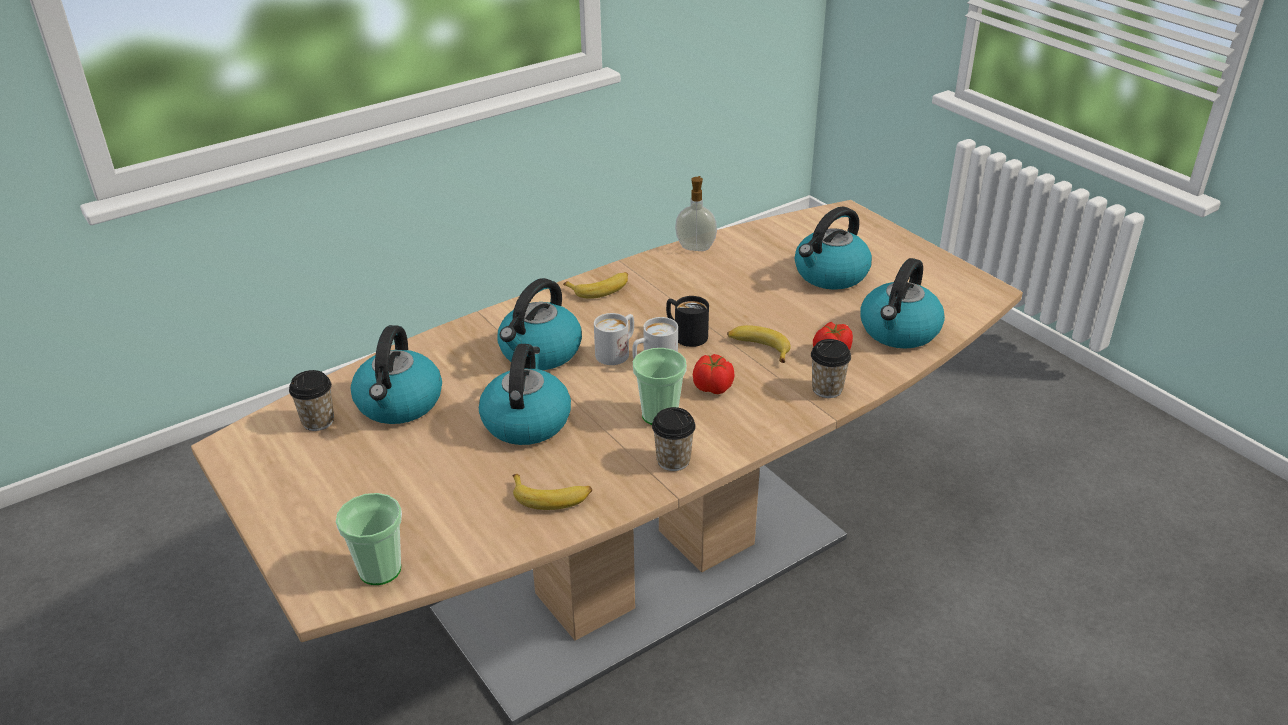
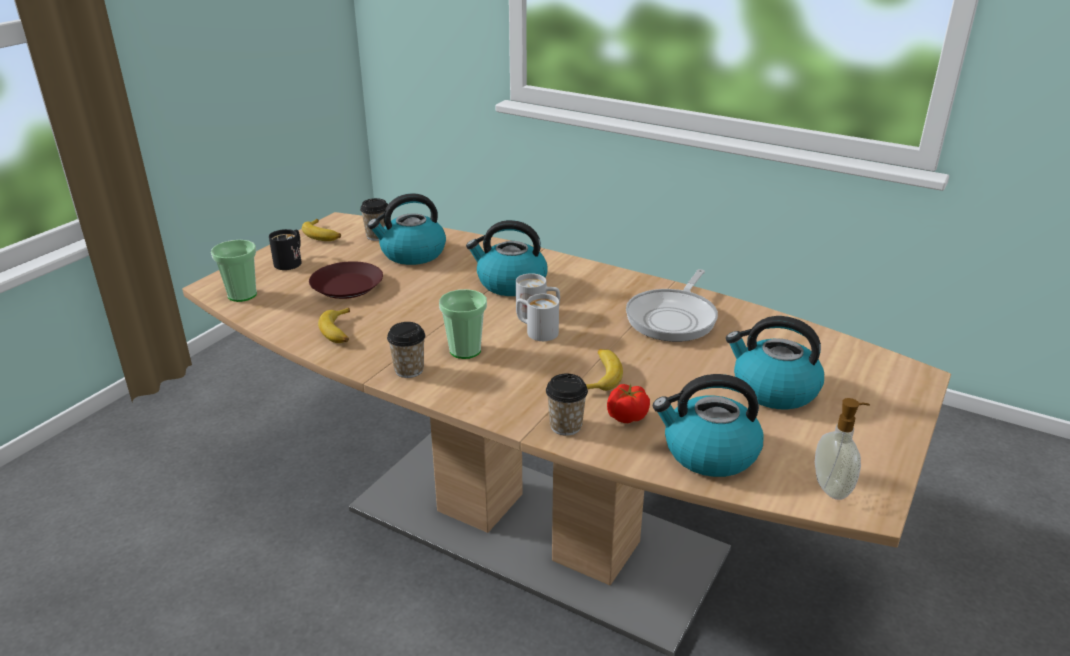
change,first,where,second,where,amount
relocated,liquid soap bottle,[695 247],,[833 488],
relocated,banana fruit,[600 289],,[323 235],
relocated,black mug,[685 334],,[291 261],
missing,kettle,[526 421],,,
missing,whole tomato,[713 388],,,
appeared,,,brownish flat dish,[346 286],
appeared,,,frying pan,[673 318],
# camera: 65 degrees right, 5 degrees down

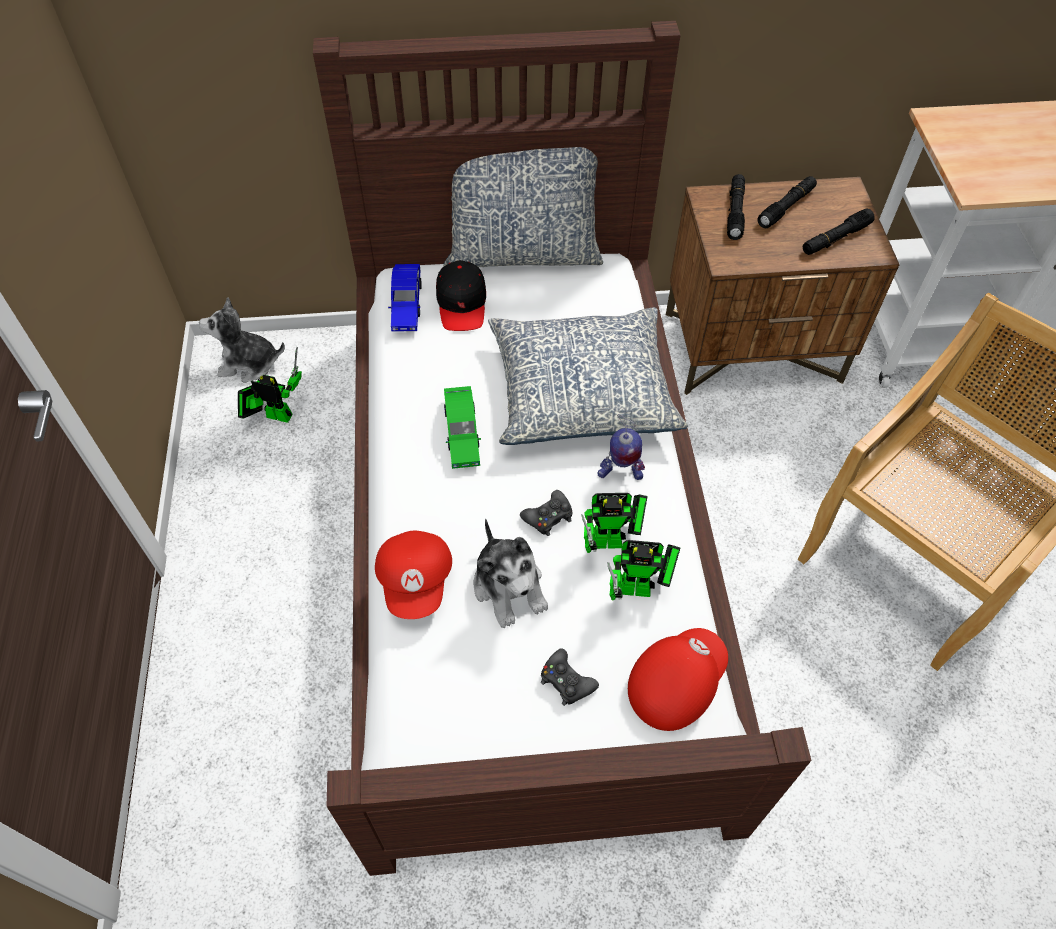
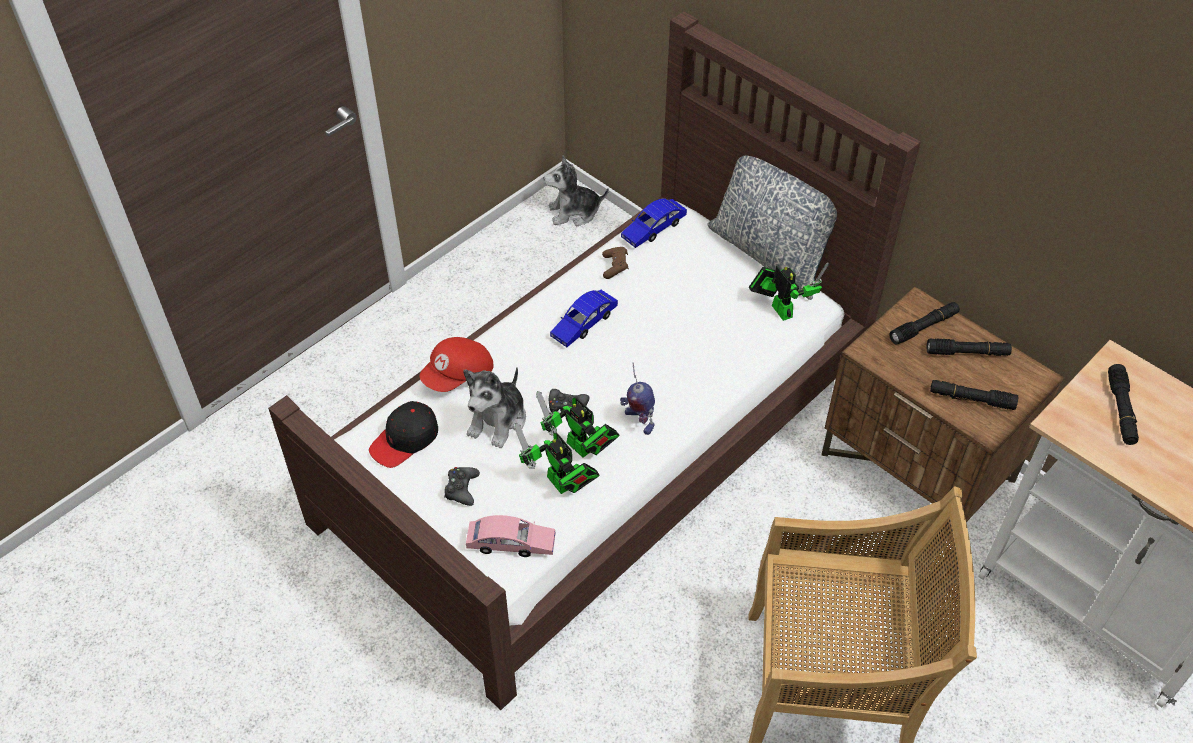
change,first,where,second,where,amount
relocated,black peaked cap,[462 303],,[405 440],
spun,soft toy,[248 364],,[574 212],60 degrees counterclockwise
missing,cushion,[582 391],,,
relocated,robot figure,[275 415],,[779 308],
colour,green-coloured toy car,[462 433],bluish toy car,[584 324],
exchanged,reddish peaked cap,[674 683],pink toy car,[511 543],
appeared,,,brownish game controller,[615 267],
appeared,,,black torch,[1120 410],
# camera: 50 degrees right, 5 degrees down

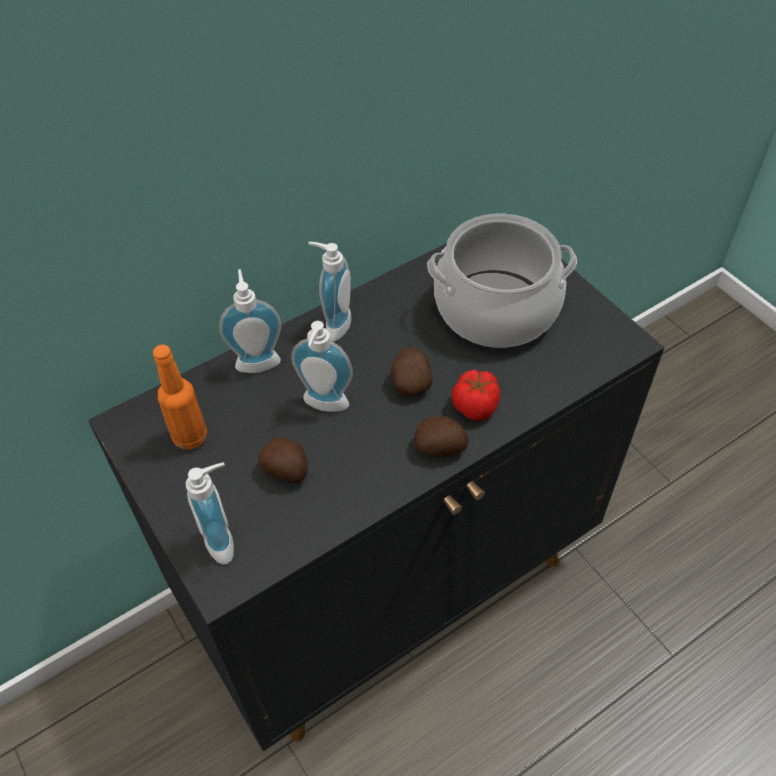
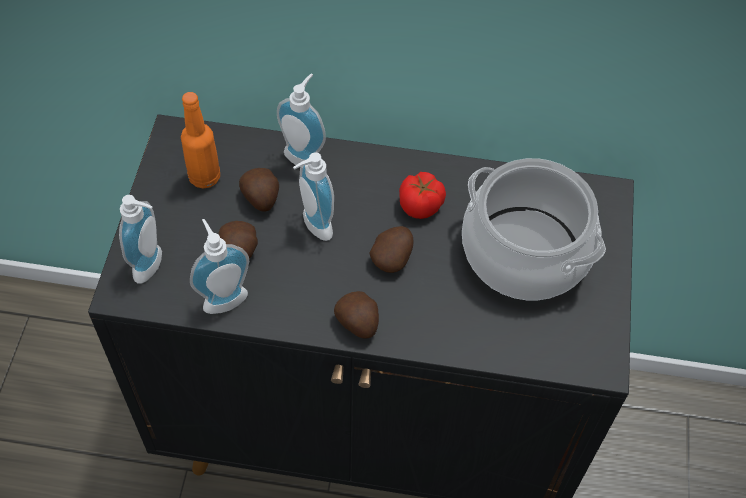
change,first,where,second,where,amount
relocated,liquid soap bottle,[333 325],,[223 297],
relocated,whole tomato,[476 406],,[421 206],
appeared,,,potato,[261 199],
# camera: 40 degrees right, 5 degrees up

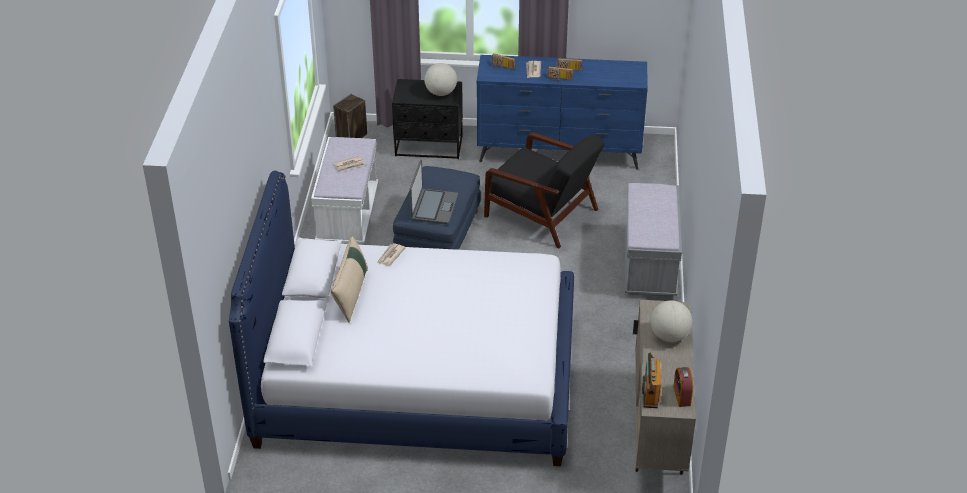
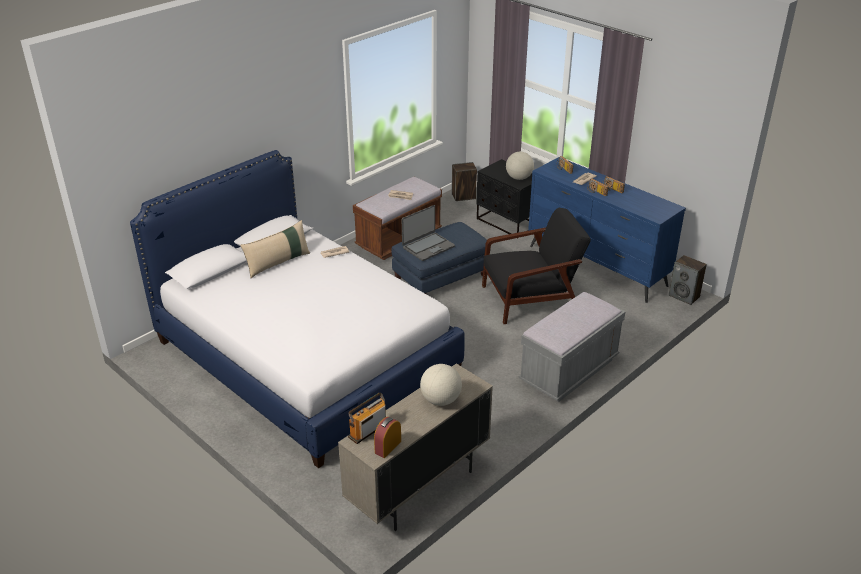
change,first,where,second,where,amount
spun,black armchair,[543 214],,[531 298],90 degrees counterclockwise
colour,white bench,[347 215],brownish bench,[398 239],
appeared,,,loudspeaker,[684 296],
# camera: 40 degrees right, 5 degrees down

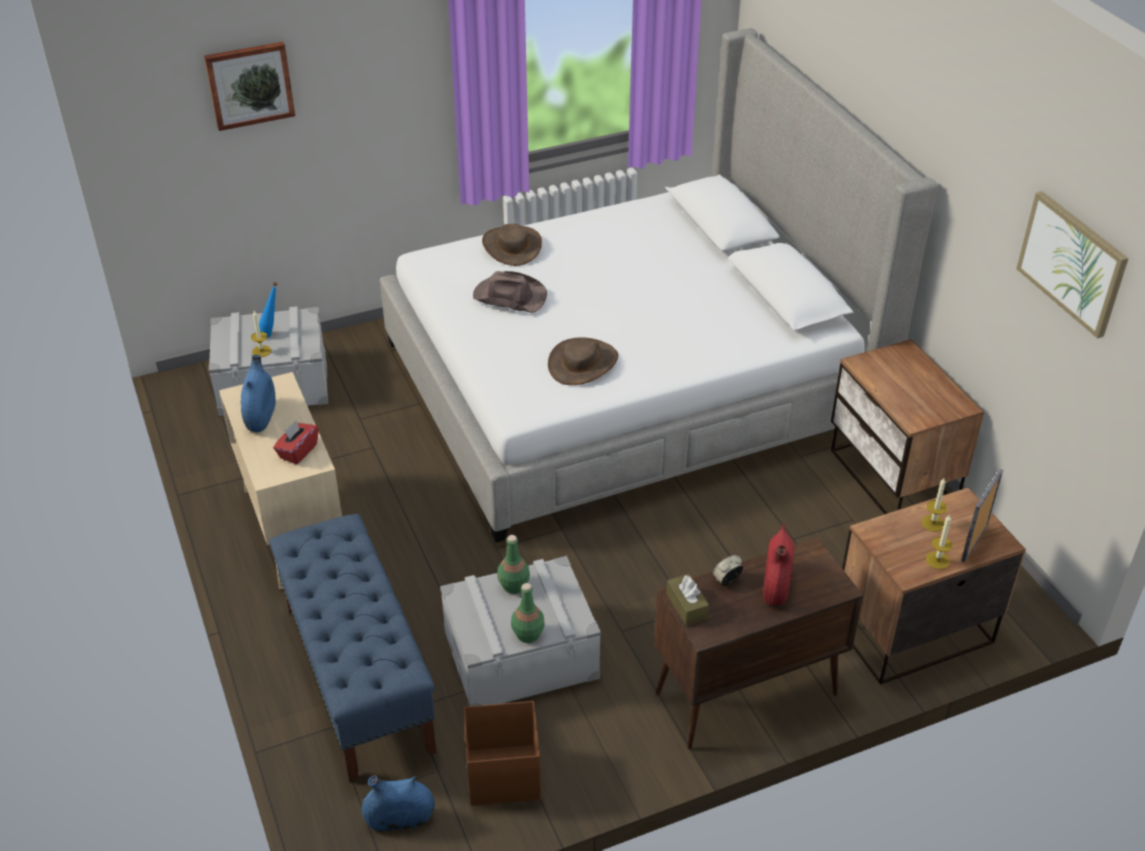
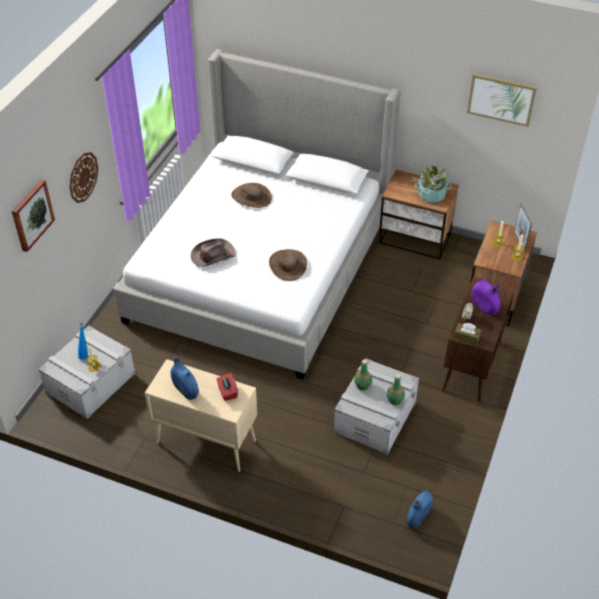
change,first,where,second,where,amount
relocated,brownish clothing hat,[512 246],,[251 197],
missing,bluish bench,[357 676],,,
colour,reddish decorative vase,[776 585],purplish decorative vase,[484 306],
missing,brownish storage box,[502 775],,,
appeared,,,wall clock,[83 177],
appeared,,,plant in a pot,[431 195],
# camera: 45 degrees left, 5 degrees up

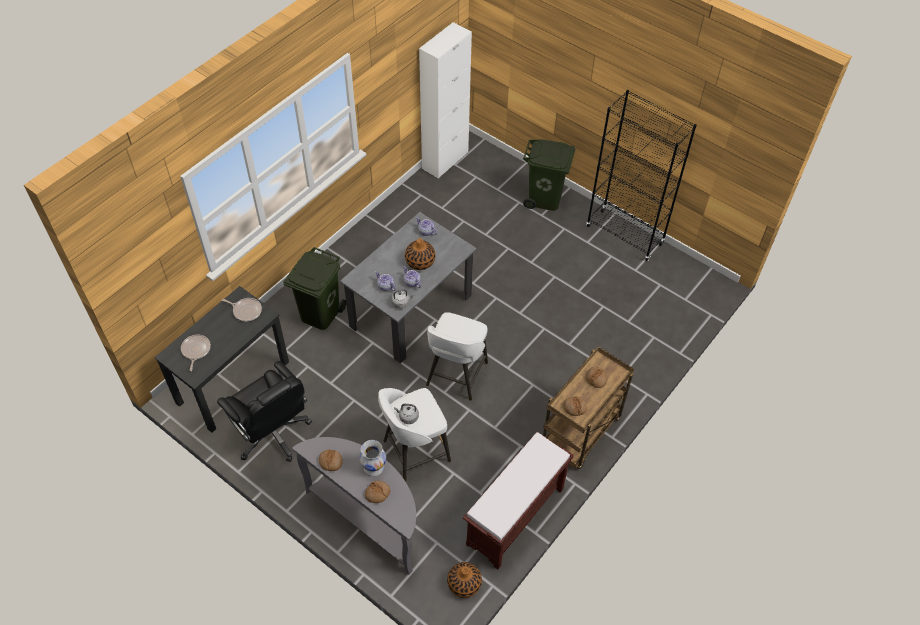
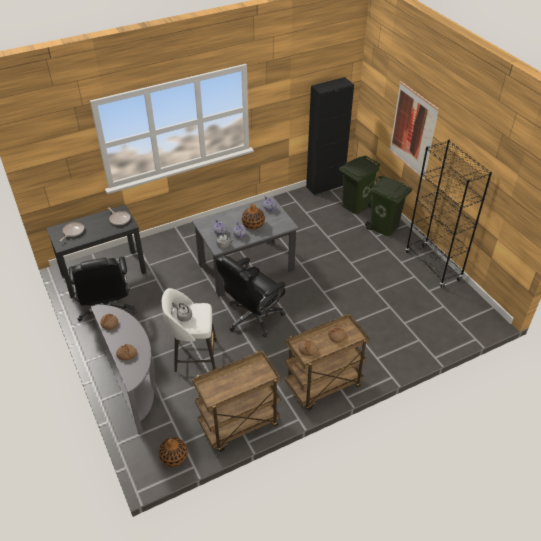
change,first,where,second,where,amount
colour,white storage cabinet,[445 160],black storage cabinet,[325 186],
relocated,green-coloured waste bin,[319 313],,[355 205],
exchanged,white stool,[456 375],black computer chair,[253 317],
exchanged,brownish bench,[515 518],brownish wheeled cart,[239 426],
missing,white decorative vase,[373 467],,,
appeared,,,wall art,[413 130],
# camera: 25 degrees right, 10 degrees down

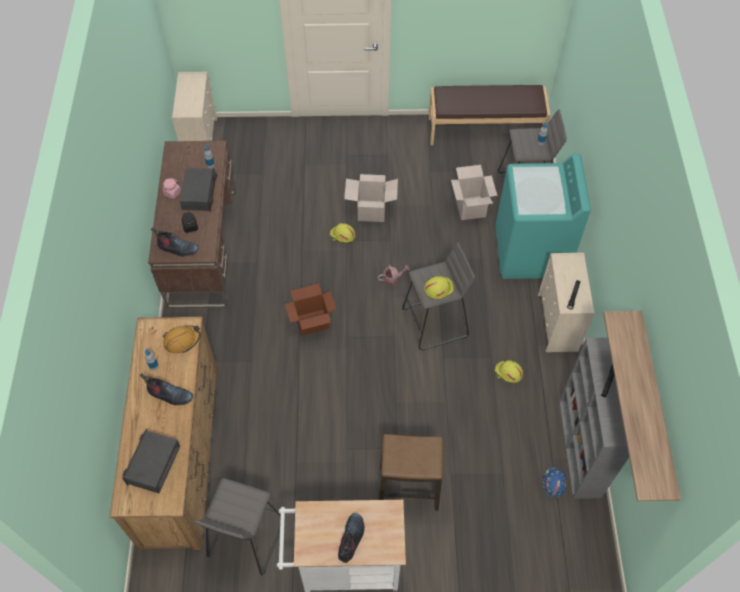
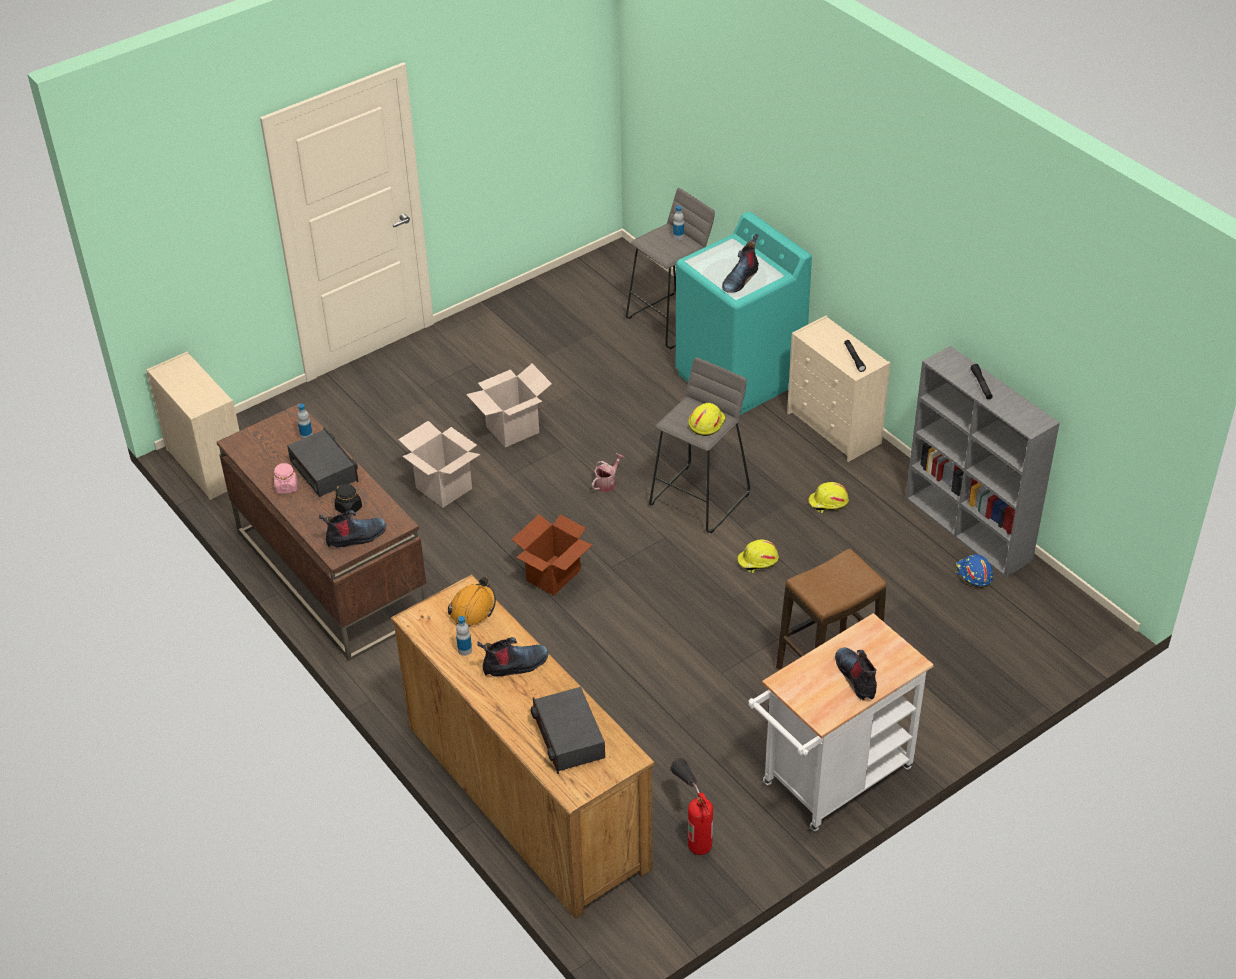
change,first,where,second,where,amount
missing,brownish bench,[485 129],,,
relocated,carton,[470 208],,[444 488],
relocated,yellow-coloured work helmet,[342 236],,[758 561],
missing,shelf,[655 406],,,
exchanged,greyish stool,[245 538],extinguisher,[692 827],
appeared,,,boot,[740 279],
# camera: 35 degrees left, 15 degrees down

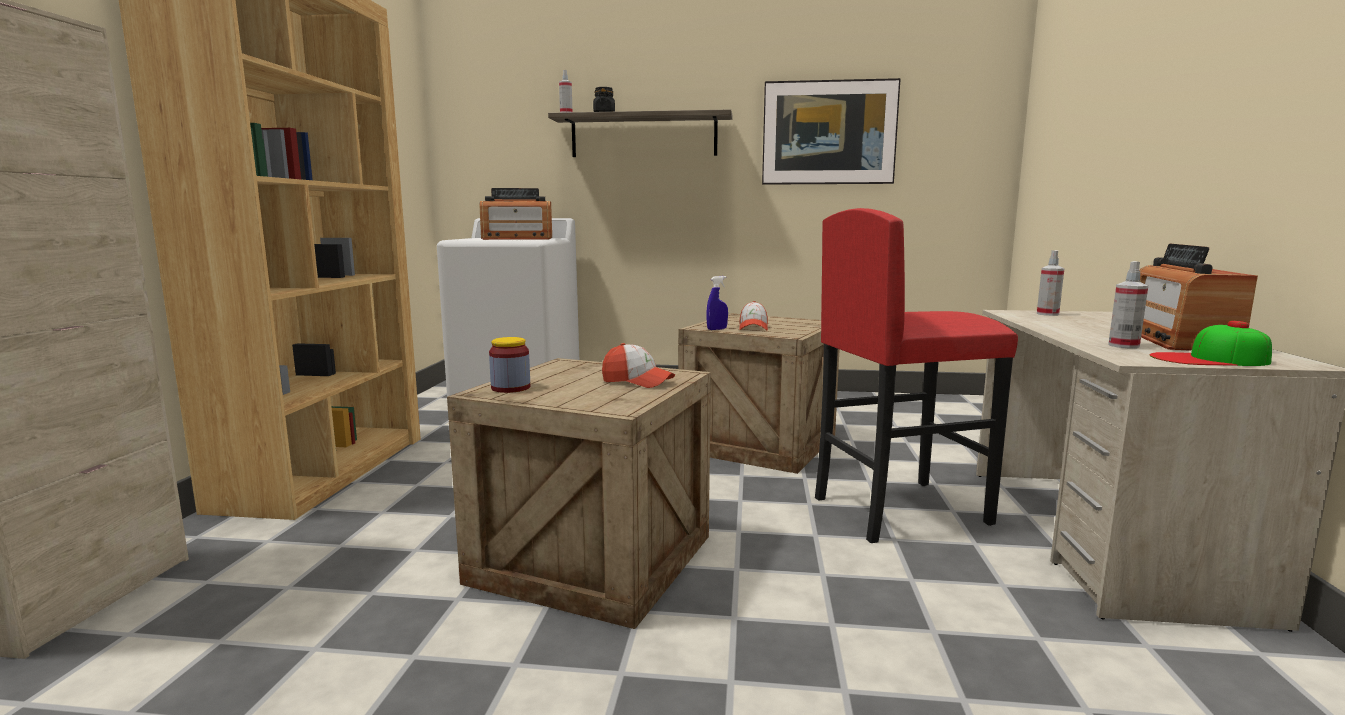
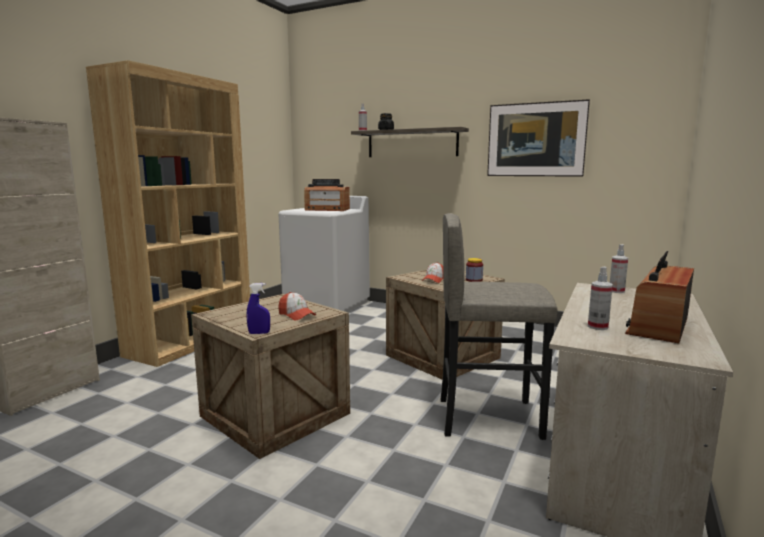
change,first,where,second,where,amount
colour,reddish stool,[899 510],greyish stool,[488 417],
relocated,bluish hand sprayer,[717 329],,[259 333],
missing,peaked cap,[1209 359],,,
relocated,jar,[510 388],,[474 280],
# camera: 20 degrees right, 0 degrees up

